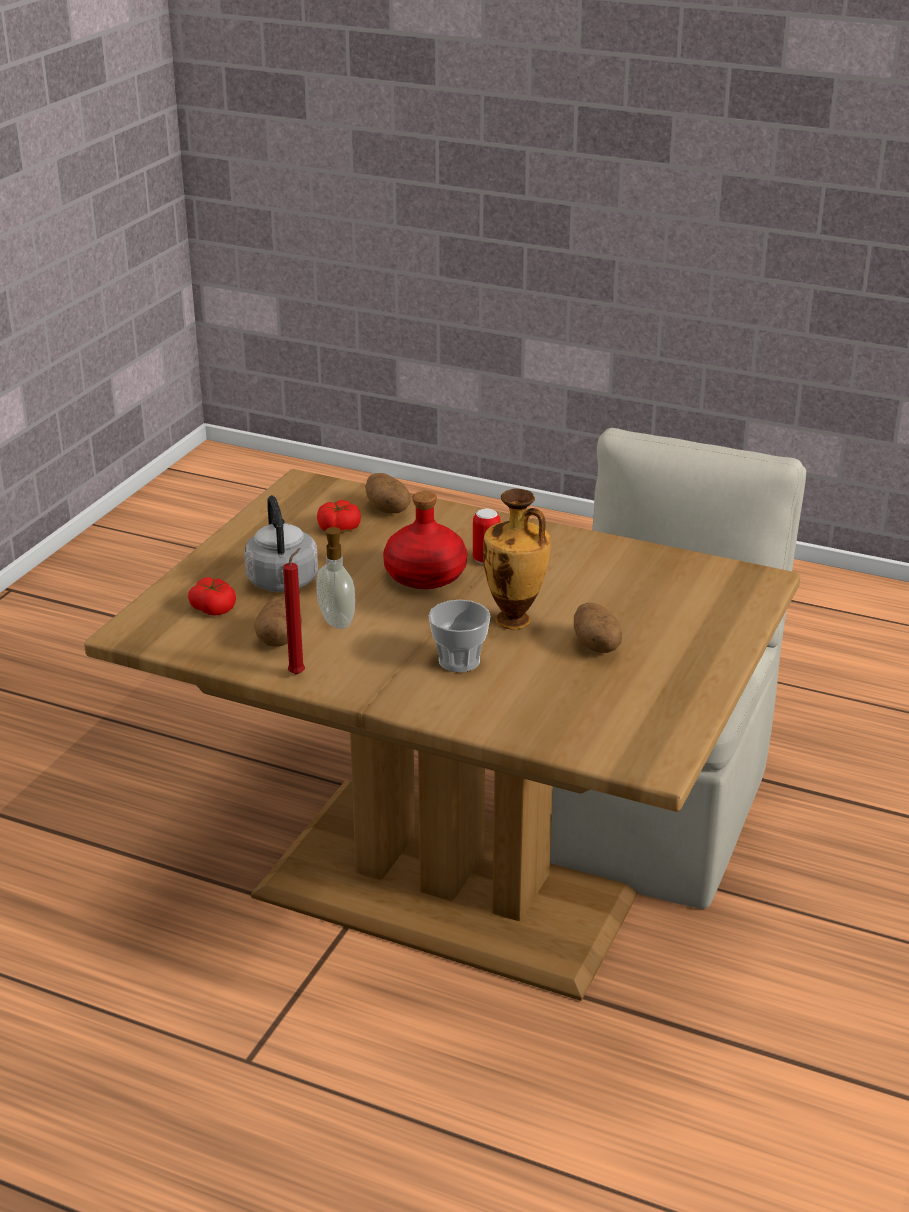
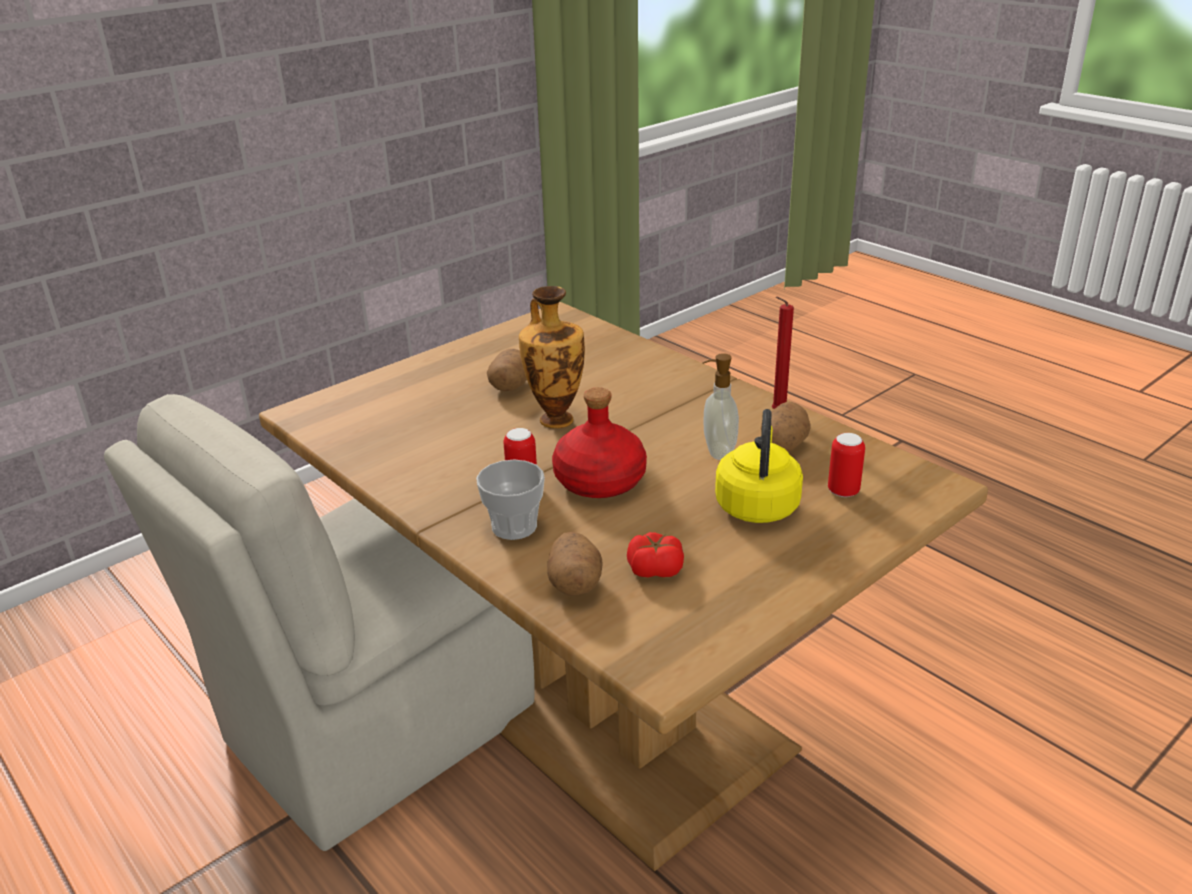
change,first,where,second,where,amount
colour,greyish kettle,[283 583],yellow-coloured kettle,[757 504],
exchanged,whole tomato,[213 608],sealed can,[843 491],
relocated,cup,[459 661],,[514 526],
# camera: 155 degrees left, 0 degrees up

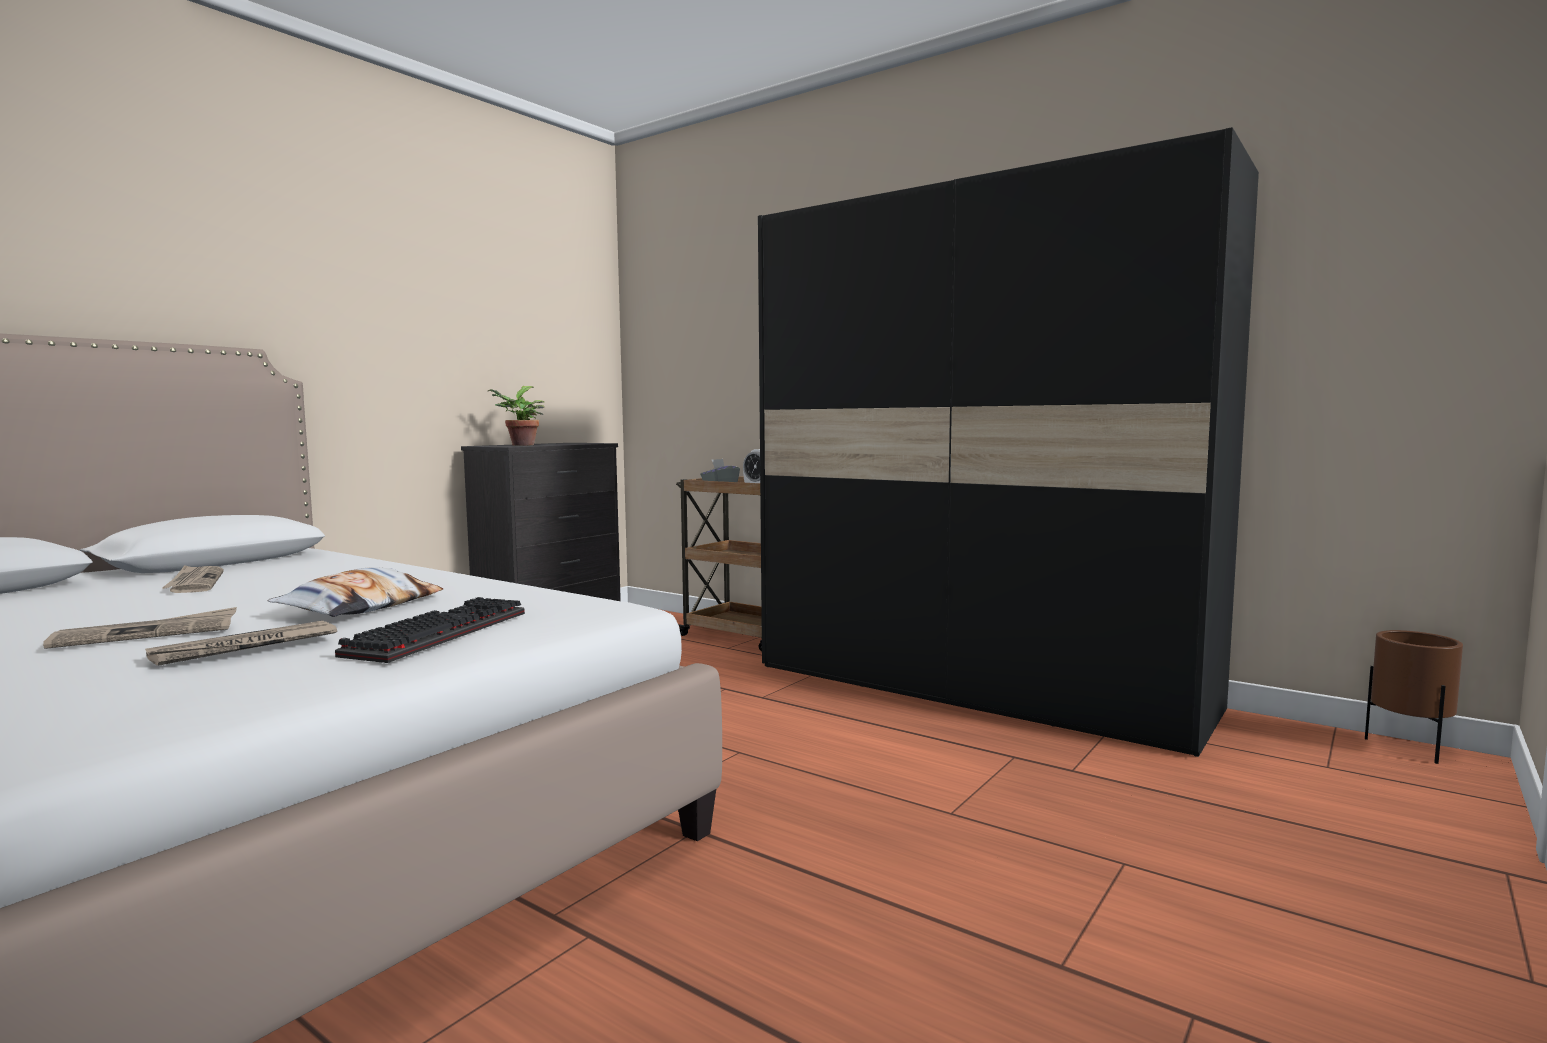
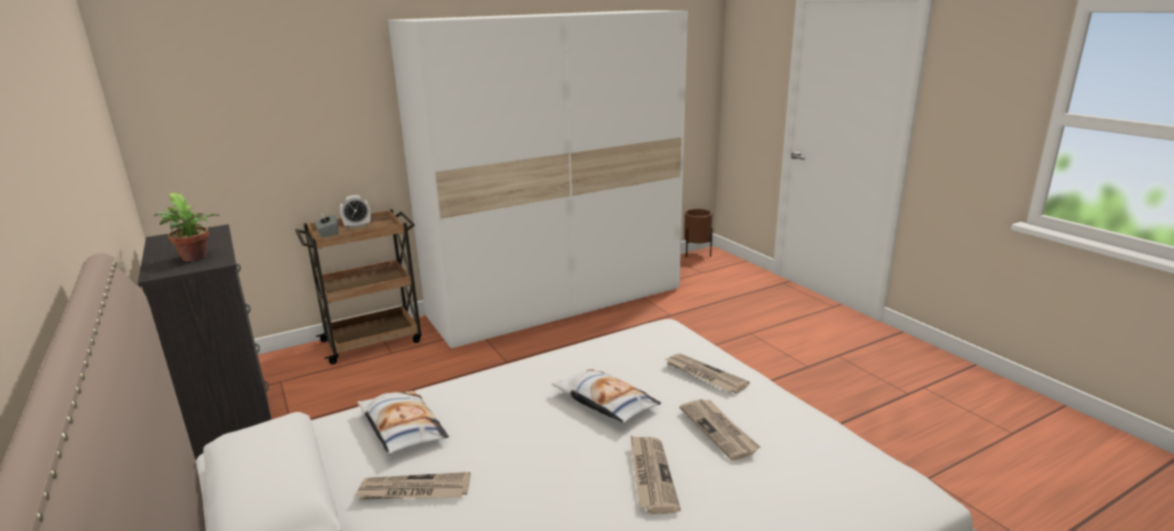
change,first,where,second,where,amount
colour,black armoire,[976 687],white armoire,[557 302],
exchanged,computer keyboard,[438 633],daily paper,[704 375],
appeared,,,cushion,[401 427],
# camera: 65 degrees left, 15 degrees up

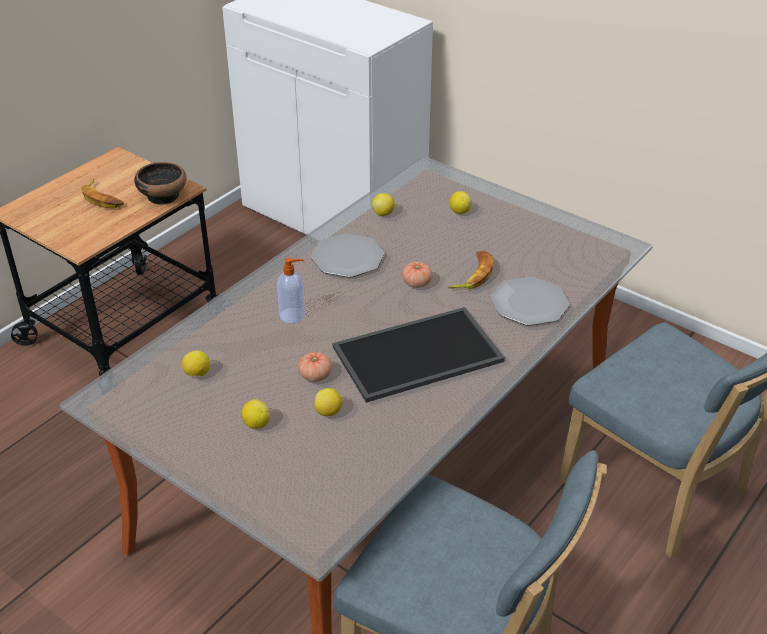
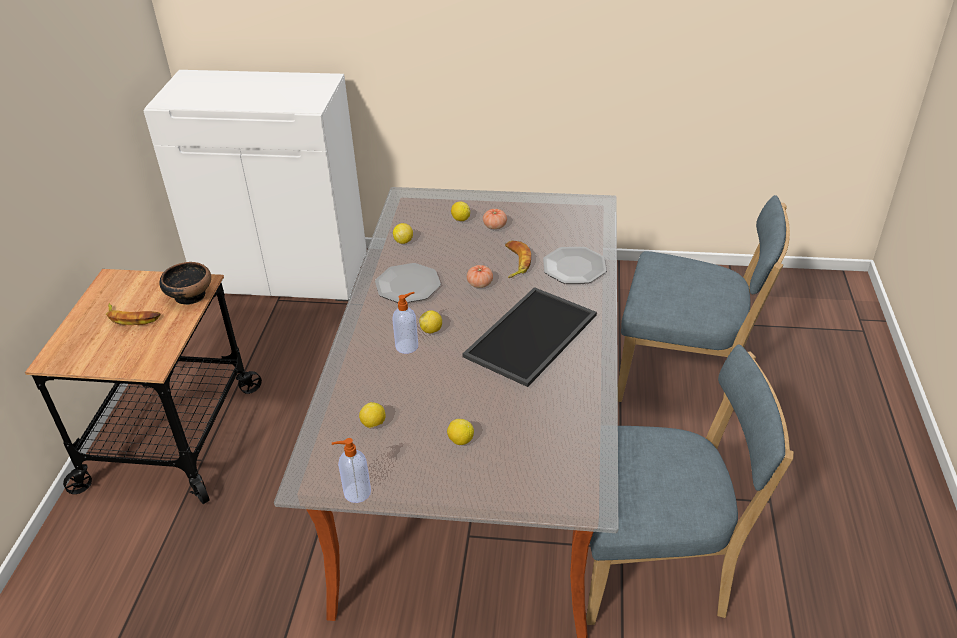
change,first,where,second,where,amount
relocated,whole tomato,[315 375],,[495 226],
relocated,citrus fruit,[328 412],,[431 330],
appeared,,,liquid soap bottle,[356 492],
# camera: 30 degrees left, 0 degrees up

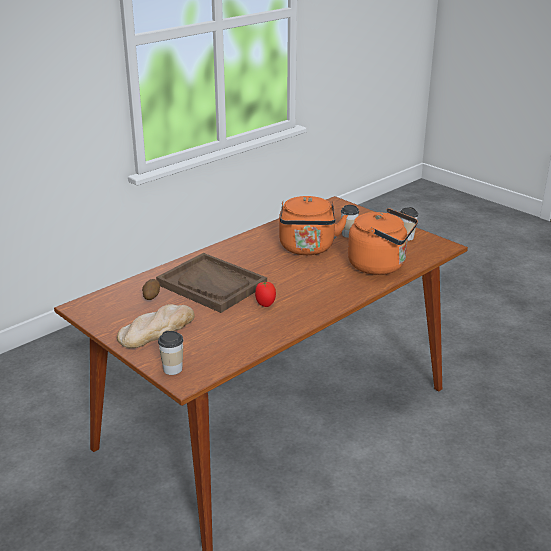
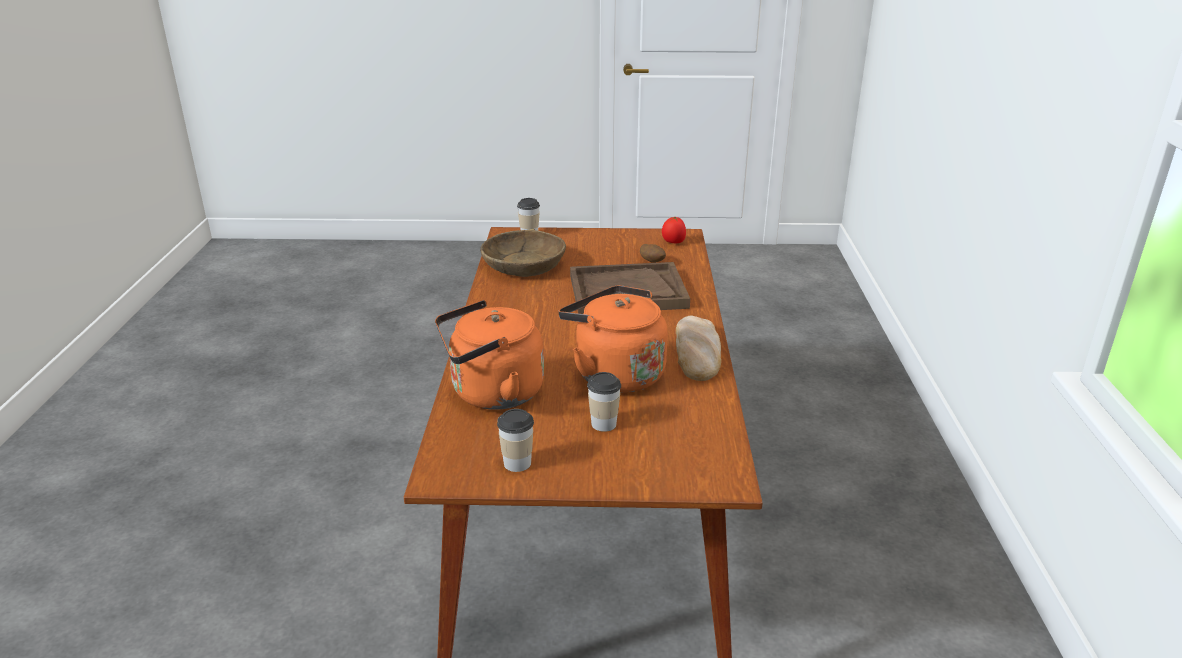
change,first,where,second,where,amount
relocated,whole tomato,[265 304],,[673 242],
relocated,bakery bread,[157 329],,[698 353],
appeared,,,brownish serving bowl,[523 265],
# camera: 135 degrees right, 0 degrees up

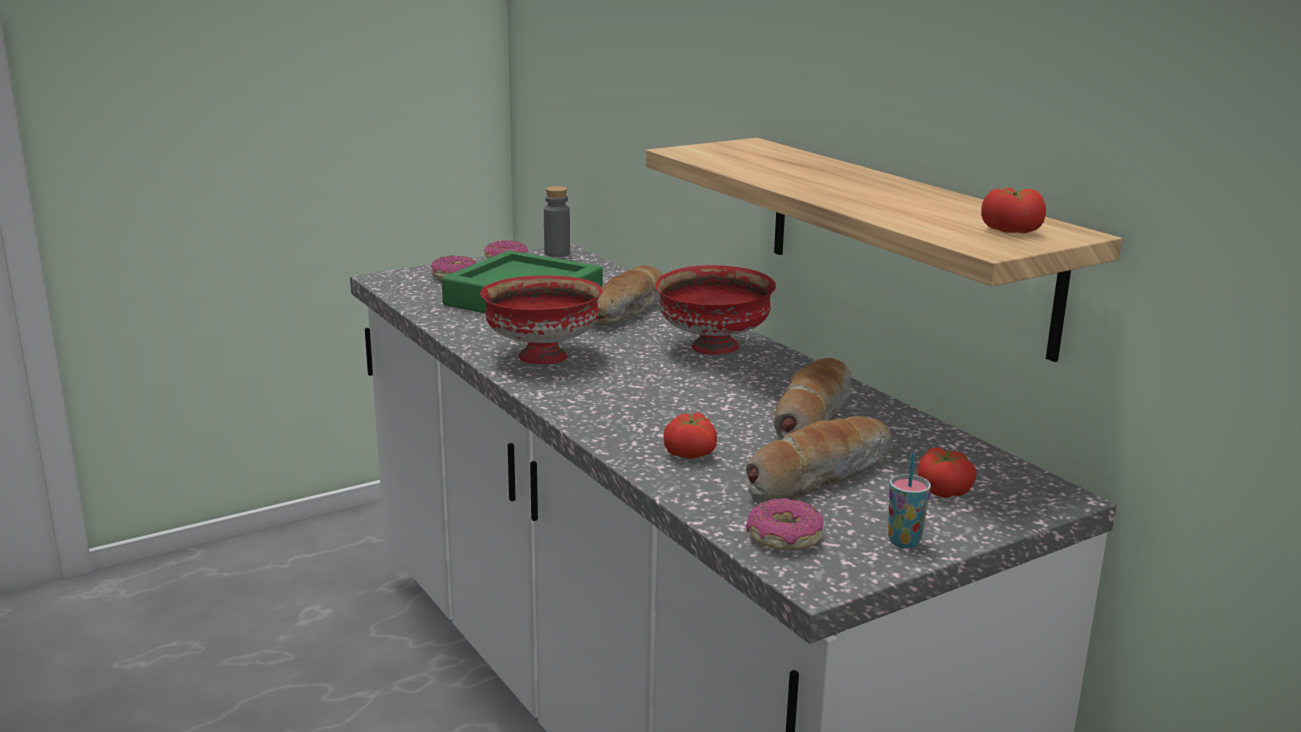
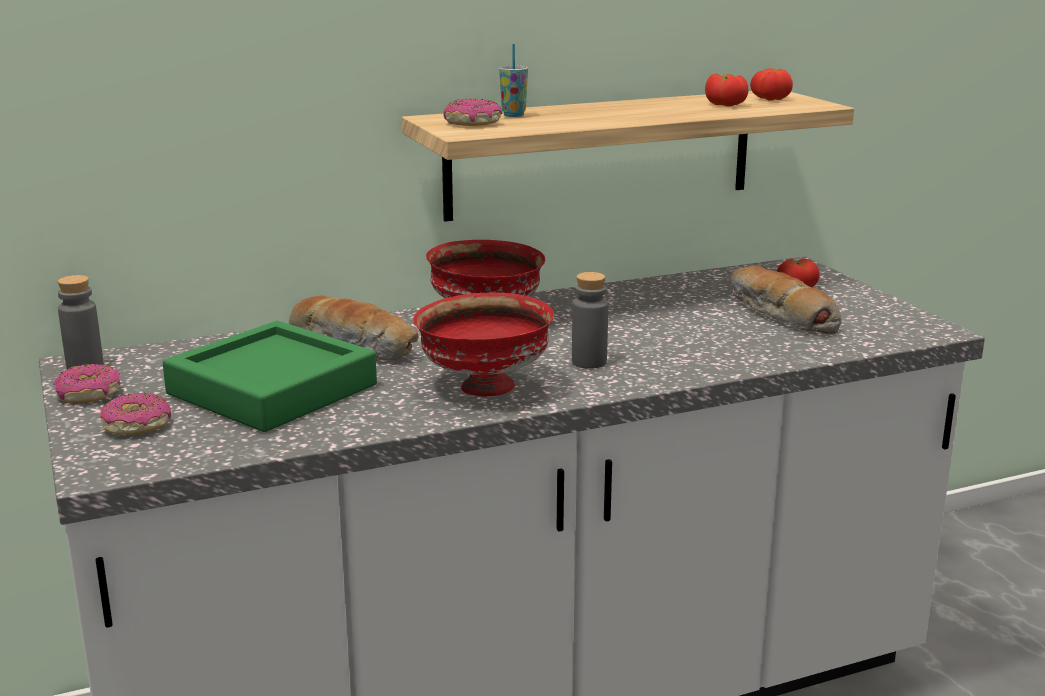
change,first,where,second,where,amount
missing,bakery bread,[811 417],,,
relocated,whole tomato,[691 453],,[725 104],
relocated,cup,[904 542],,[513 115],
relocated,donut,[784 537],,[473 123],
appeared,,,greyish beverage bottle,[589 362],
# camera: 80 degrees left, 0 degrees up

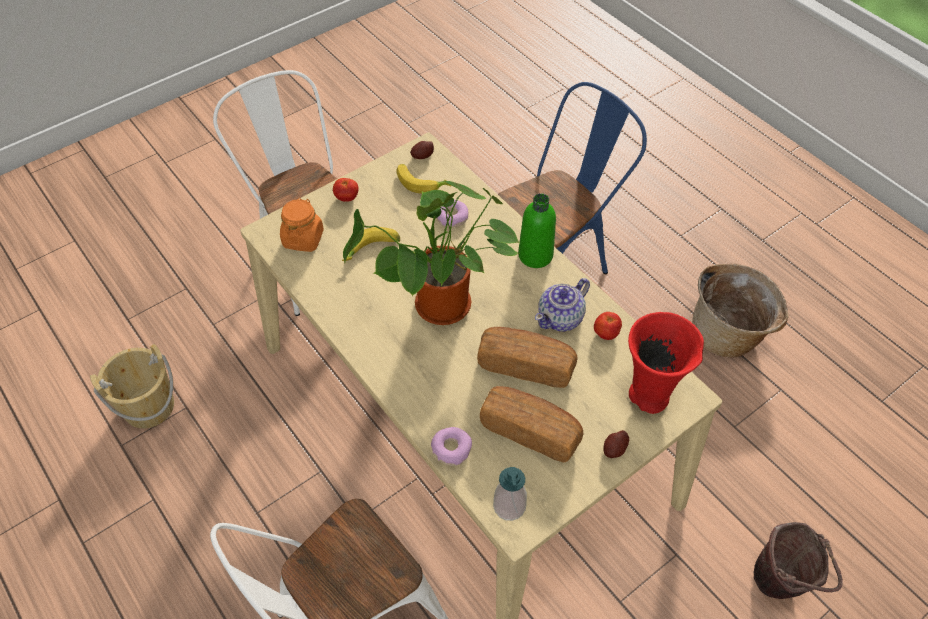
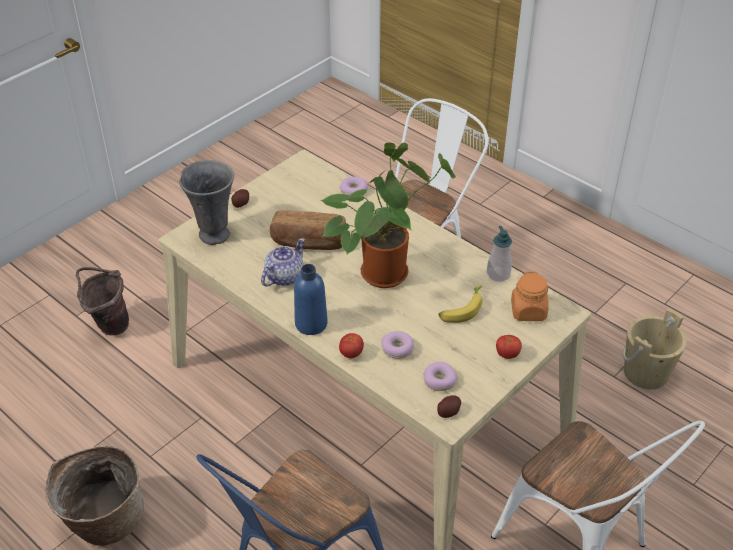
change,first,where,second,where,amount
exchanged,banana fruit,[421 182],donut,[439 381],
colour,green-coloured beverage bottle,[535 255],bluish beverage bottle,[311 324],
relocated,whole tomato,[606 333],,[351 353],
colour,reddish decorative vase,[649 397],greyish decorative vase,[214 234],
missing,bakery bread,[530 430],,,
relocated,liquid soap bottle,[509 506],,[498 274],
# camera: 170 degrees right, 10 degrees down

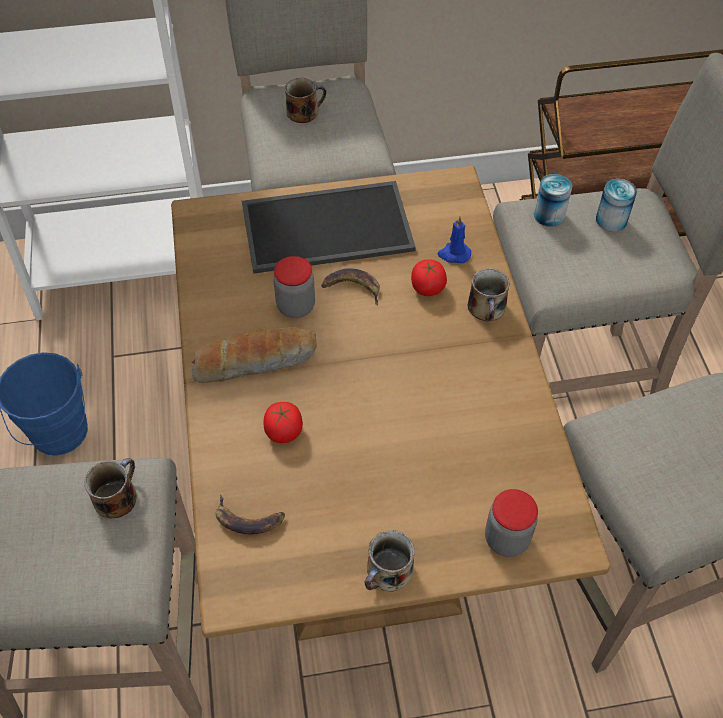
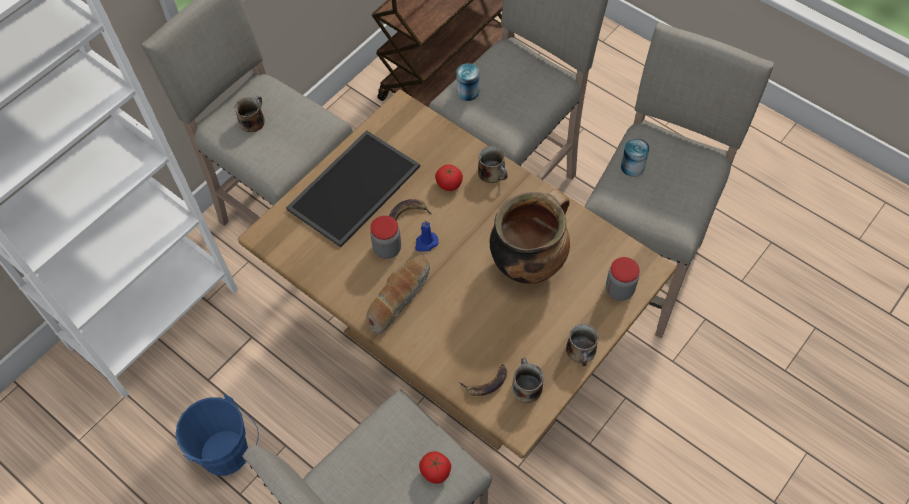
change,first,where,second,where,amount
relocated,sealed can,[611 220],,[632 167],
relocated,bluish wax candle,[454 254],,[426 243],
relocated,whole tomato,[283 431],,[435 471],
relocated,mug,[116 496],,[526 386],
appeared,,,saucepot,[528 263],
# camera: 40 degrees left, 5 degrees up

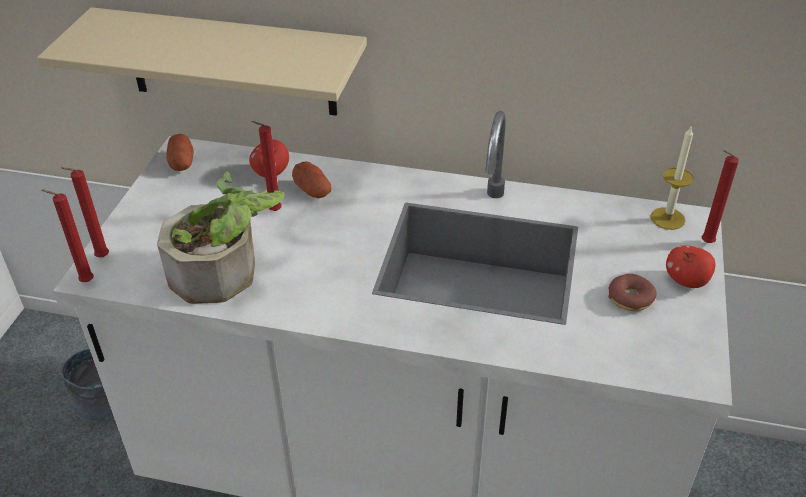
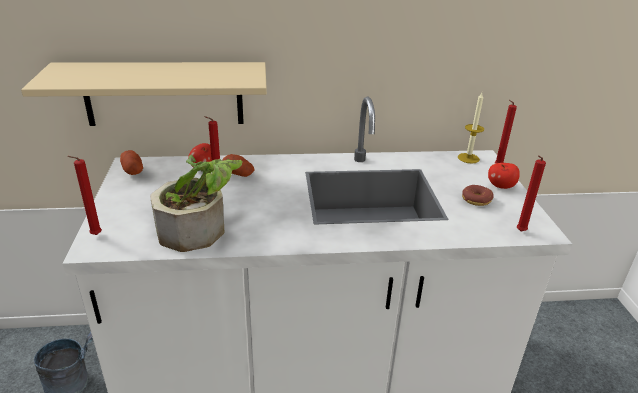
change,first,where,second,where,amount
relocated,reddish wax candle,[84 282],,[519 232],
# camera: 20 degrees left, 10 degrees down

